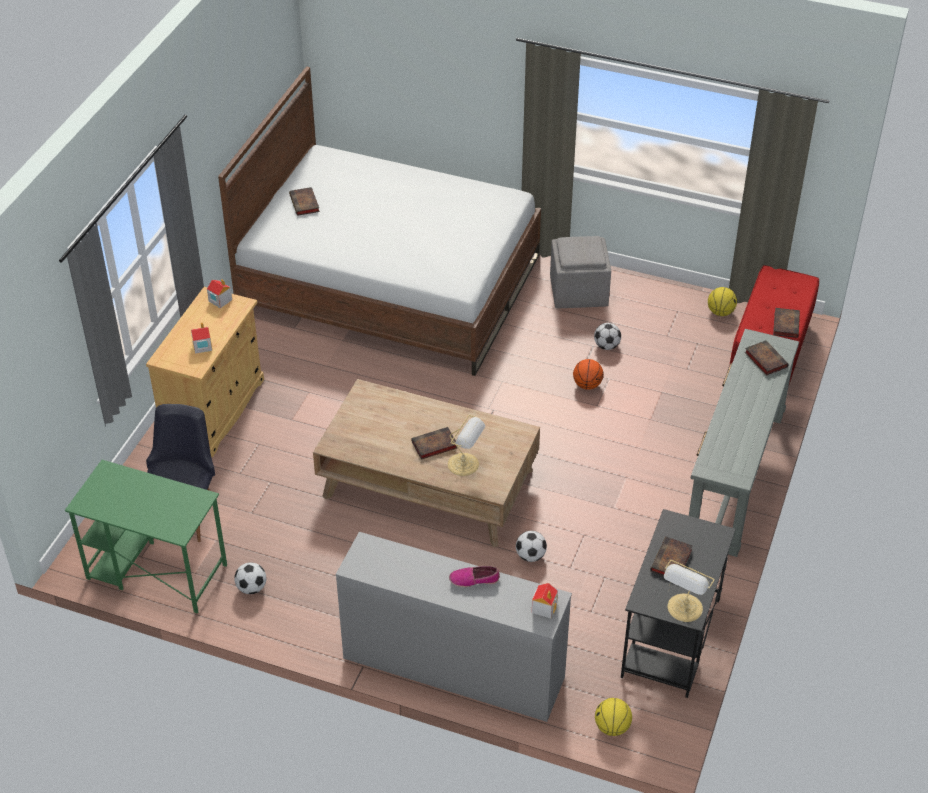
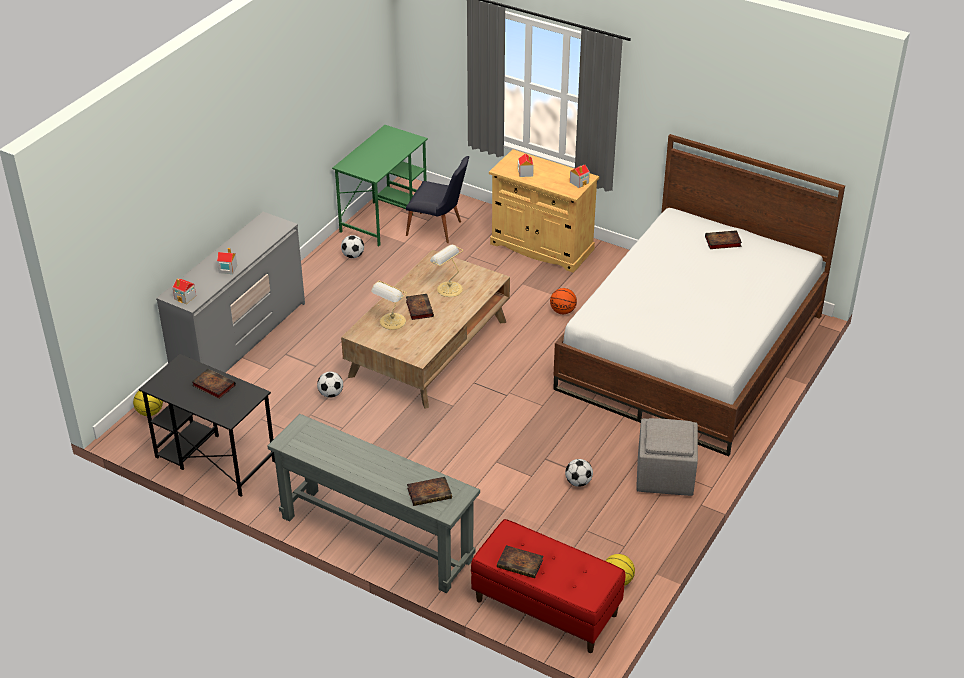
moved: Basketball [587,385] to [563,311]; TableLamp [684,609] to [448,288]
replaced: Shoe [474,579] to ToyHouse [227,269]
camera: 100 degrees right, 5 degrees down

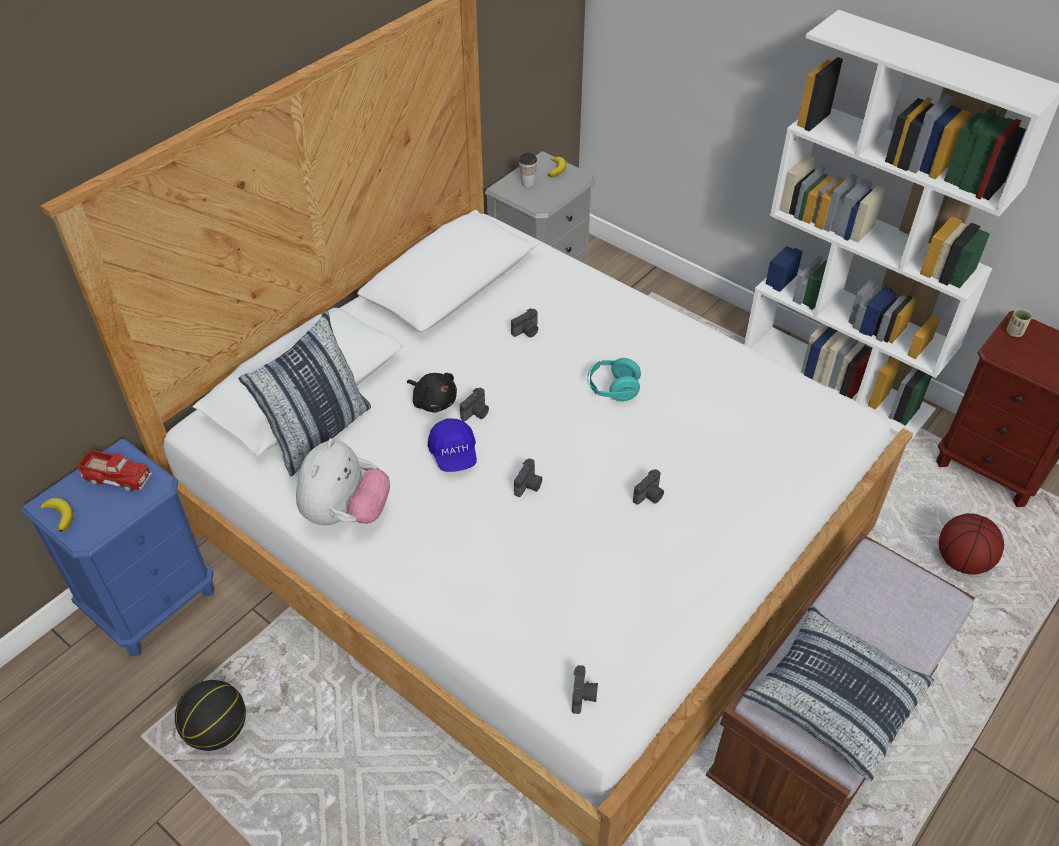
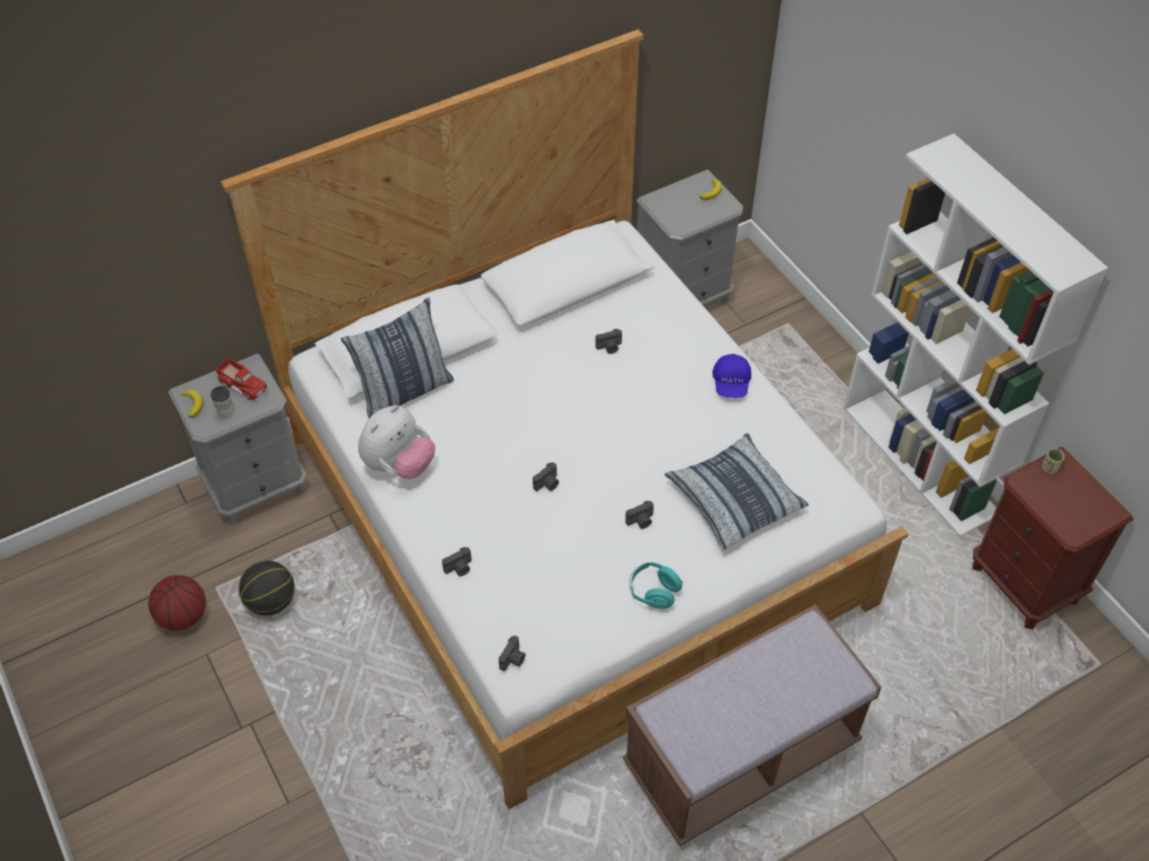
removed: BlackPlushToy [433,401]
moved: BlueCap [454,454] to [731,383]; PhotoCamera [476,413] to [459,568]; Cup [528,183] to [226,413]; TurquoiseHeadphones [613,389] to [653,592]; Pillow [834,698] to [734,498]; Basketball [962,561] to [183,616]
recoloured: BlueNightstand [152,602] to GreyNightstand [256,485]
camera: 20 degrees right, 5 degrees up

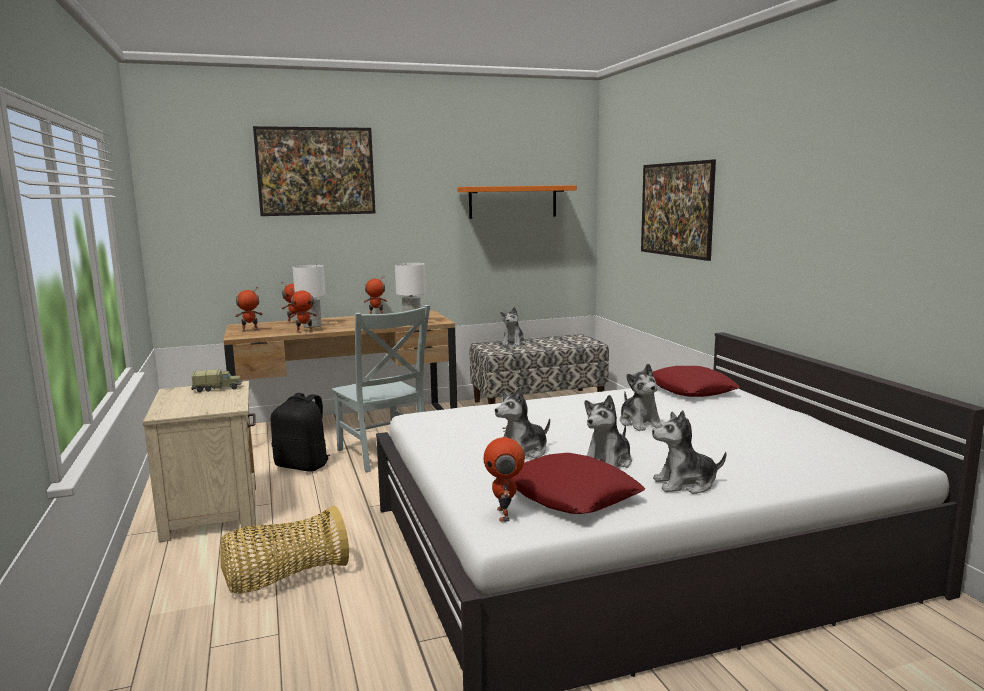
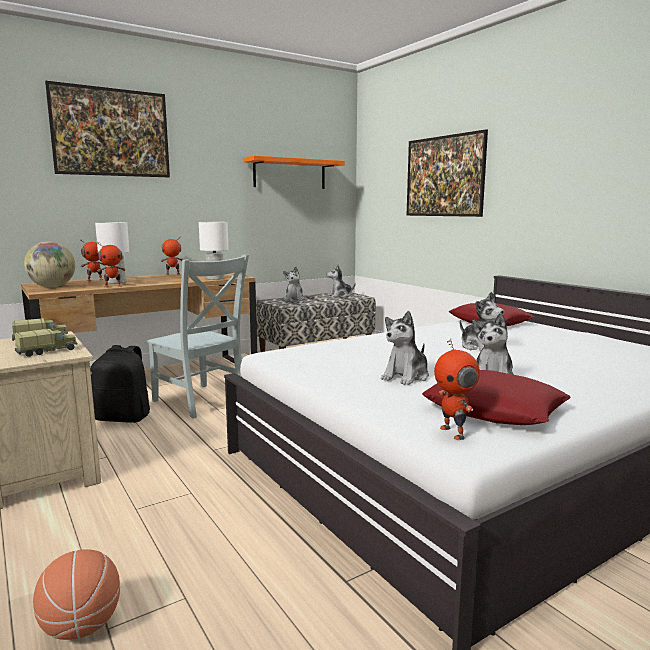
removed: Basket [285,578]
added: ToyTruck [47,351]; Basketball [81,626]
moved: PlushToy [685,484] to [340,296]
replaced: ToyRobot [250,331] to Globe [52,287]
camera: 15 degrees left, 0 degrees up

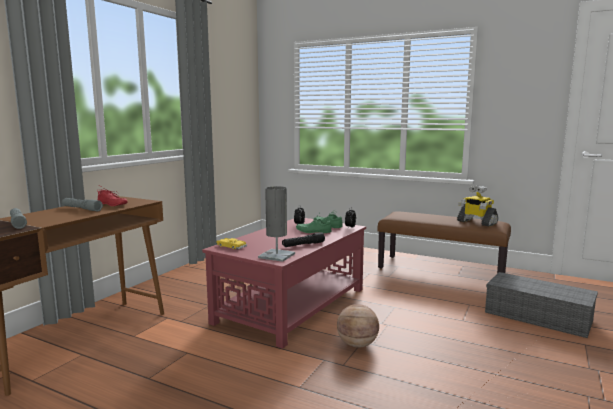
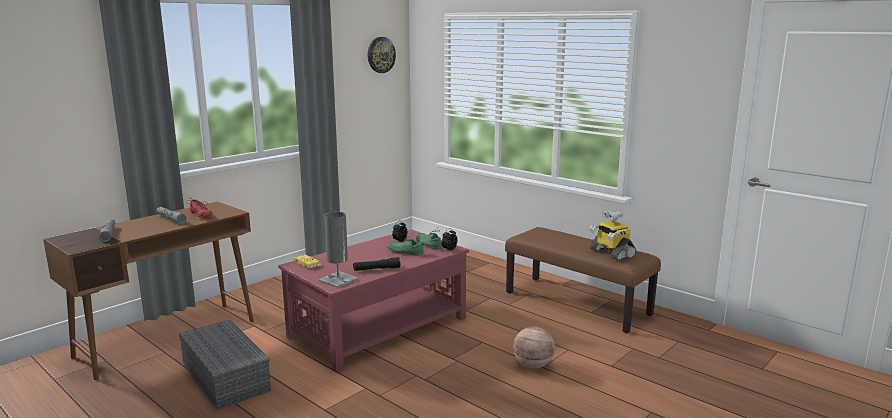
added: WallClock [381,55]
moved: Basketball [357,344] to [533,365]; GreyStorageBox [536,316] to [223,376]
camera: 15 degrees right, 5 degrees up

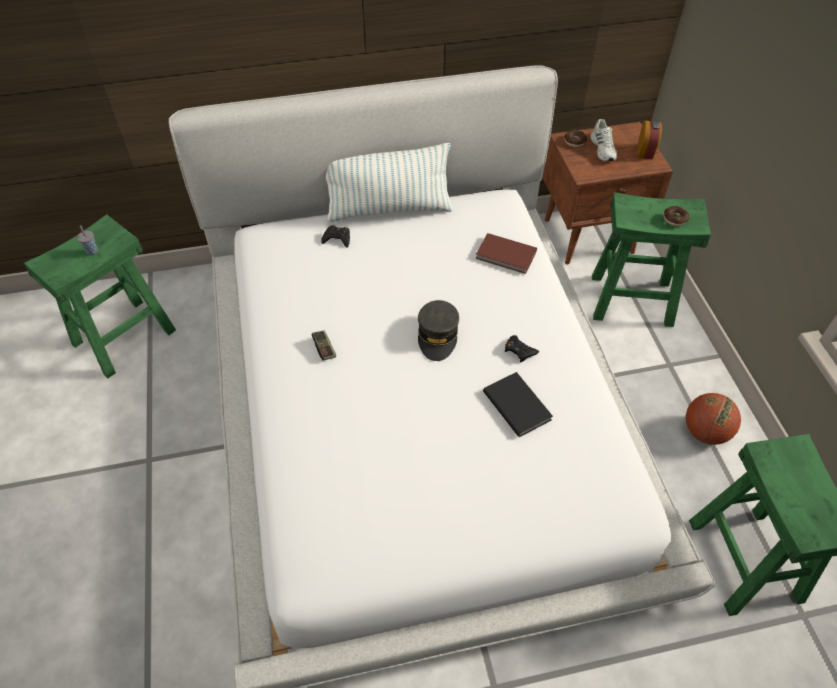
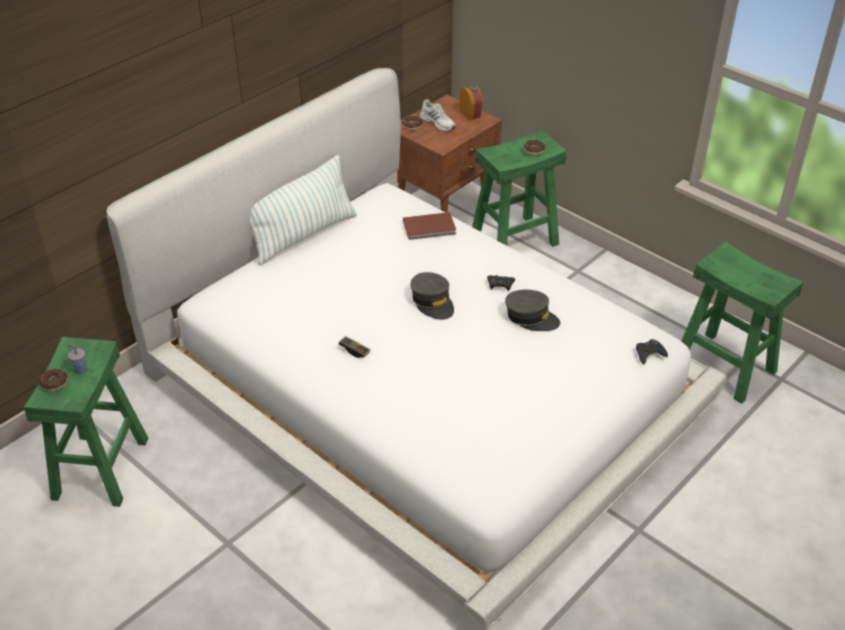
removed: Basketball [705,432]
added: Donut [54,383]
moved: BlackGameController [337,239] to [649,354]
replaced: BlackBook [517,404] to GreyCap [531,317]
camera: 35 degrees left, 10 degrees down

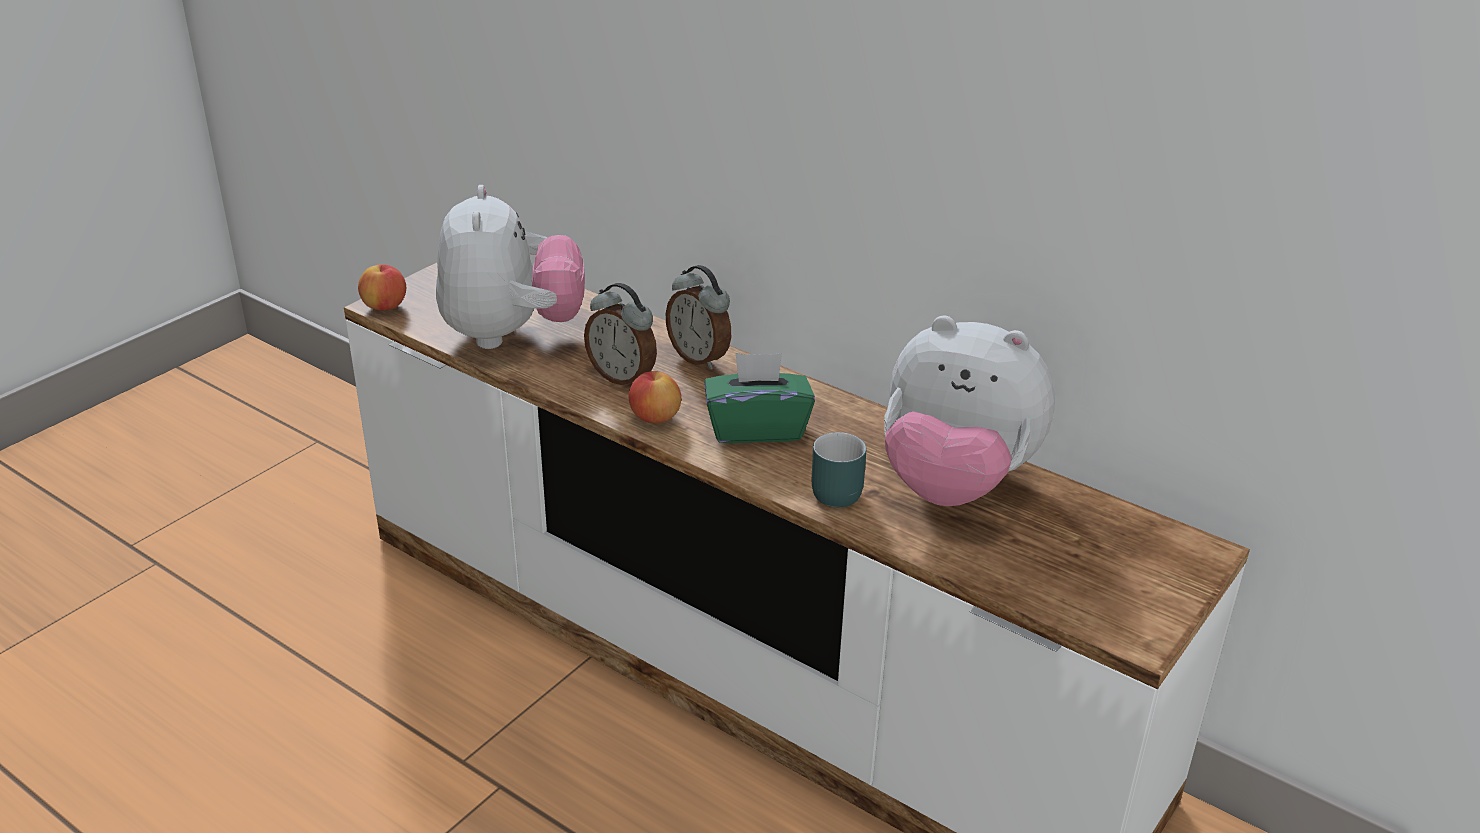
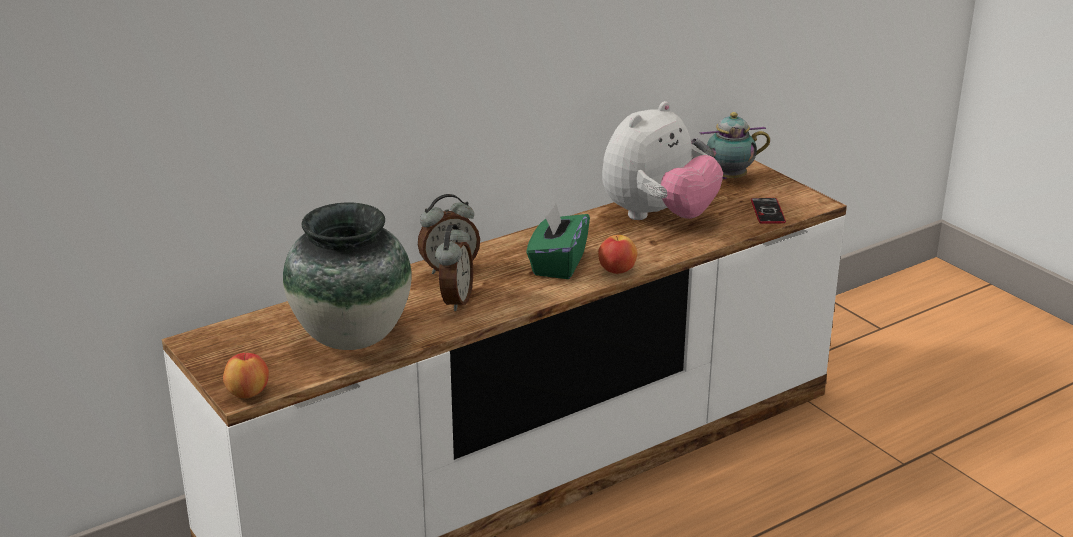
removed: TurquoiseMug [834,489]
added: Teapot [726,178]; Phone [767,212]
moved: Apple [654,418] to [617,270]
replaced: PlushToy [512,334] to Vase [350,338]
turned: AlarmClock [623,377] = [455,301] 45 degrees counterclockwise
camera: 70 degrees left, 5 degrees down

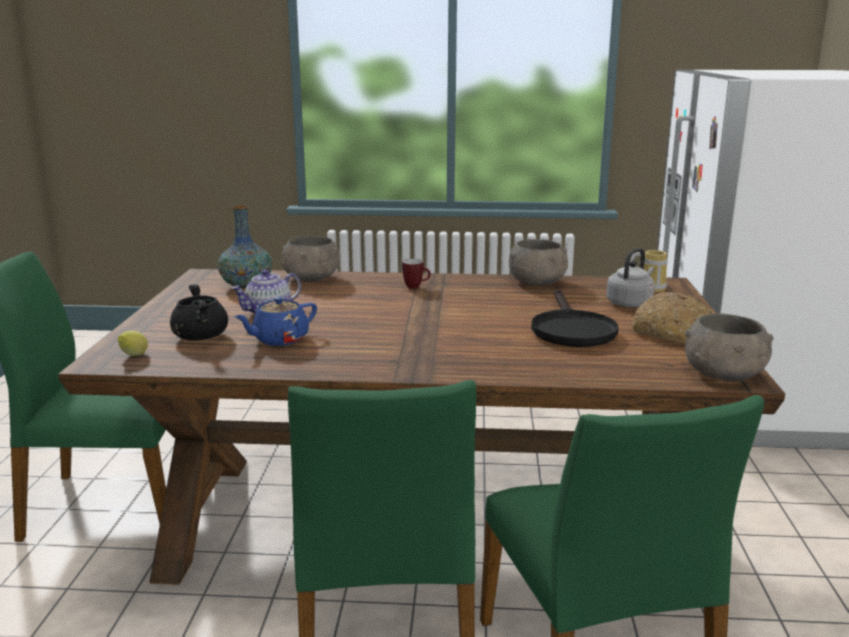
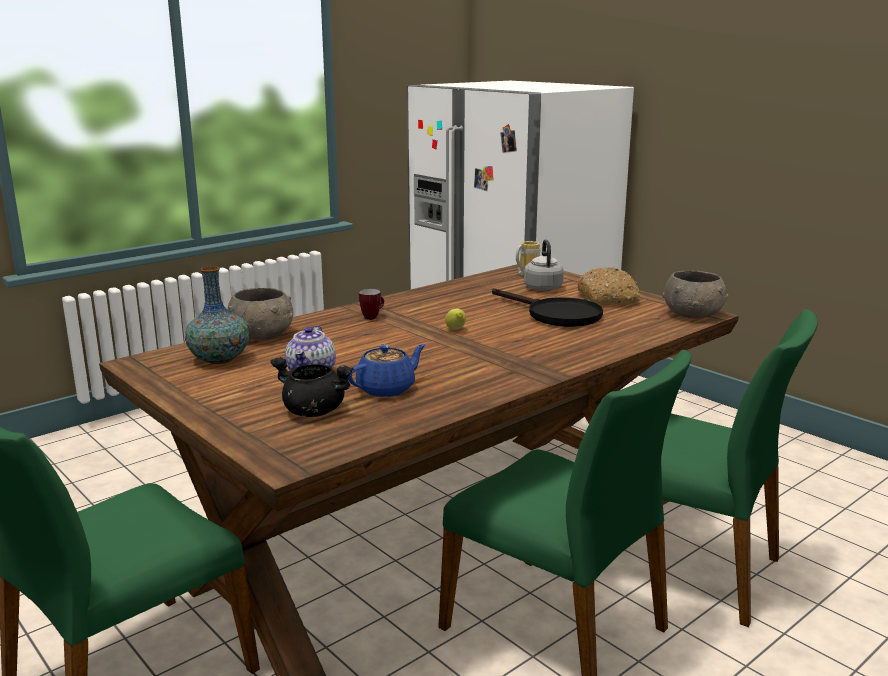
removed: GreyBowl [537,282]
moved: Lemon [133,356] to [456,330]
turned: BlueTeapot [279,339] = [387,389] 135 degrees counterclockwise
camera: 45 degrees left, 0 degrees up

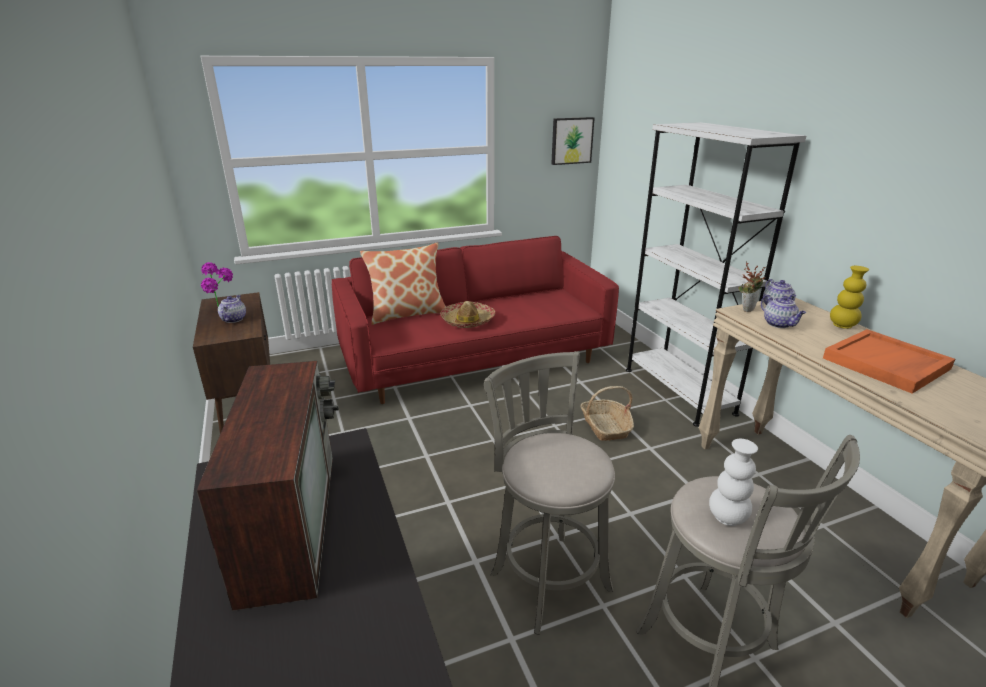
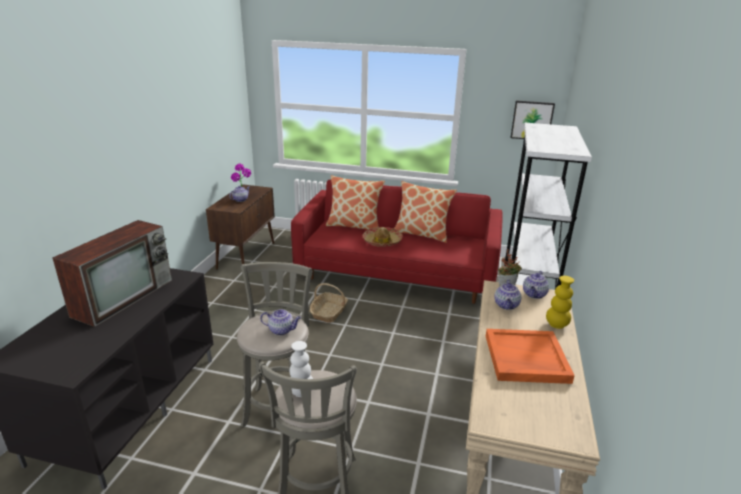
added: Teapot [282,330]; Pillow [422,234]
moved: Basket [605,427] to [329,312]
camera: 35 degrees right, 0 degrees up

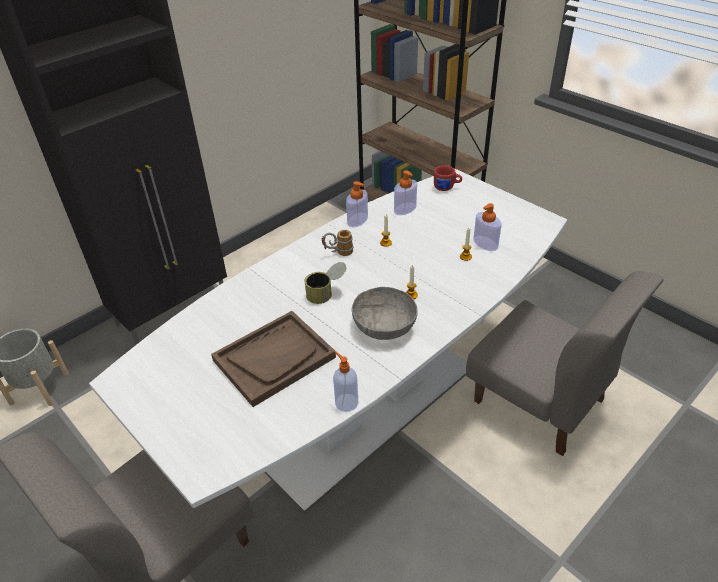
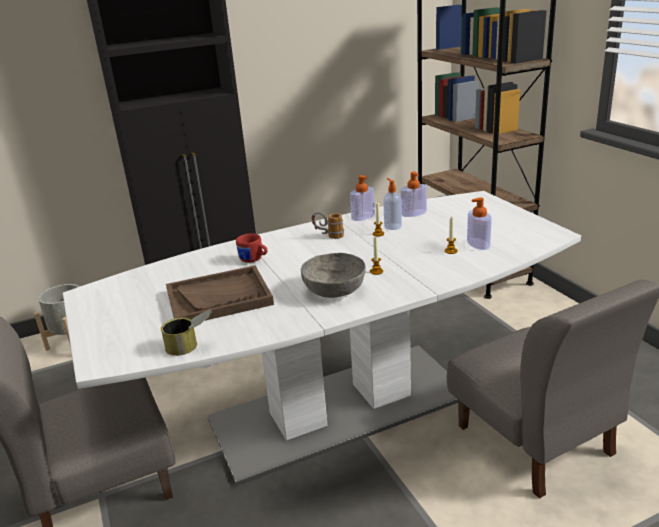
moved: Can [326,293] to [191,346]; SoapDispenser [346,402] to [392,226]; RedMug [447,187] to [254,260]
camera: 20 degrees right, 15 degrees down

